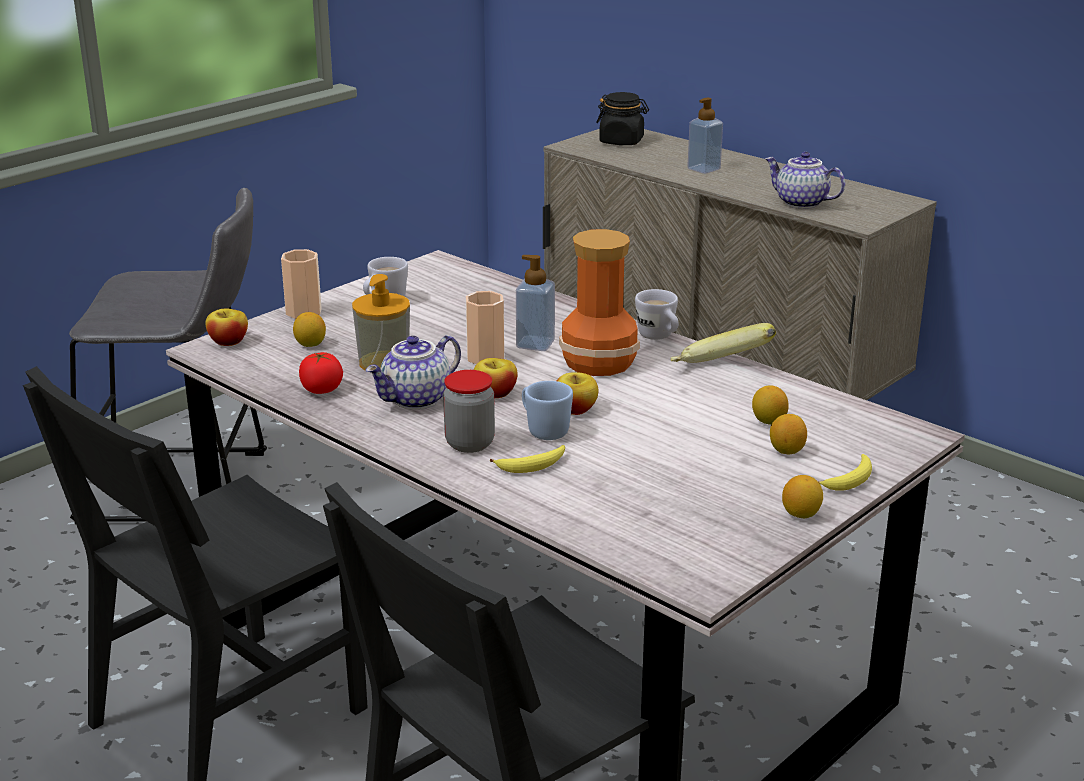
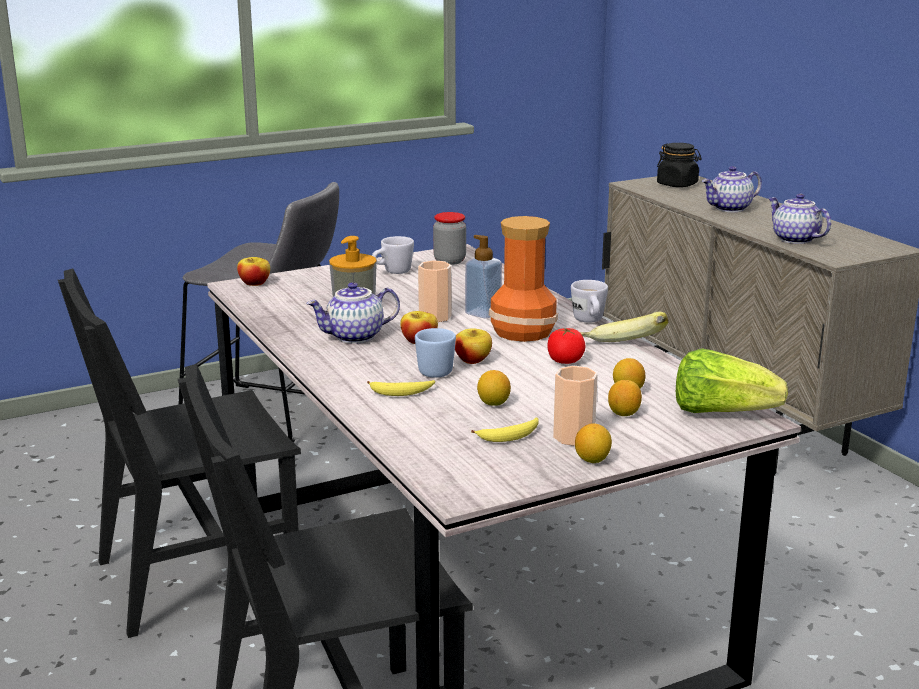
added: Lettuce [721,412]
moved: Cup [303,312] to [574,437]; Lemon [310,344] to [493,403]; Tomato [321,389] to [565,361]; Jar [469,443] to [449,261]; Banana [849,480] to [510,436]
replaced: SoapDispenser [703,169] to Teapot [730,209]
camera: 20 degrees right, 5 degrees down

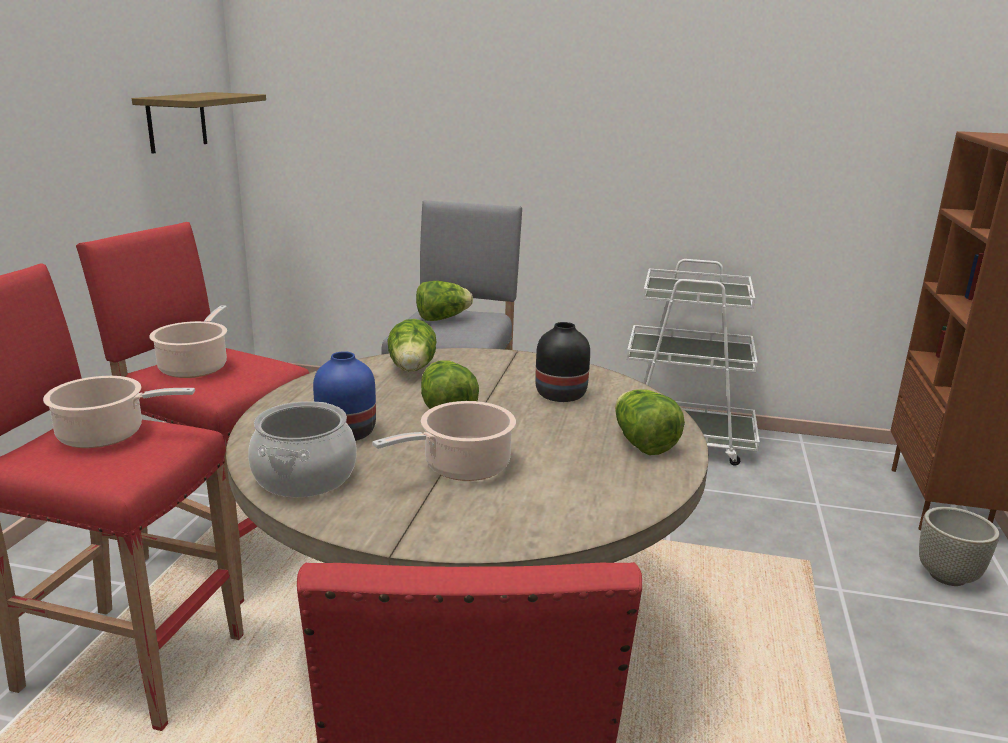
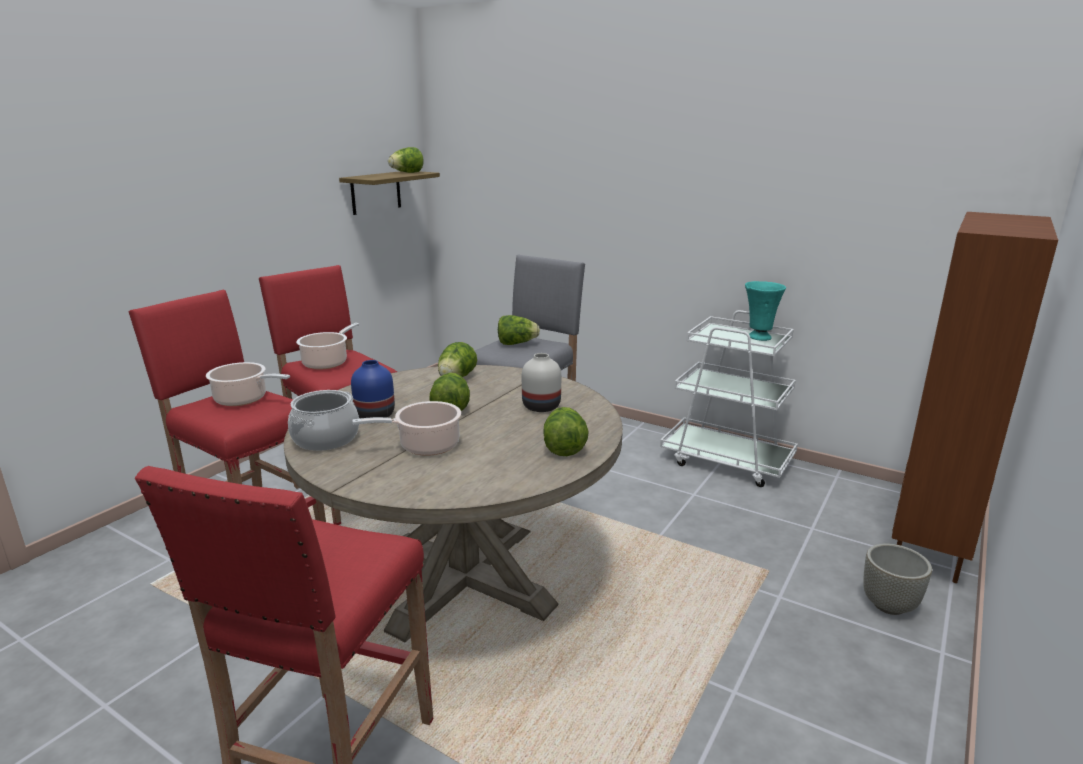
added: Lettuce [407,173]; TurquoiseVase [759,337]
recoloured: BlackVase [559,394] to WhiteVase [540,406]
camera: 20 degrees right, 0 degrees up

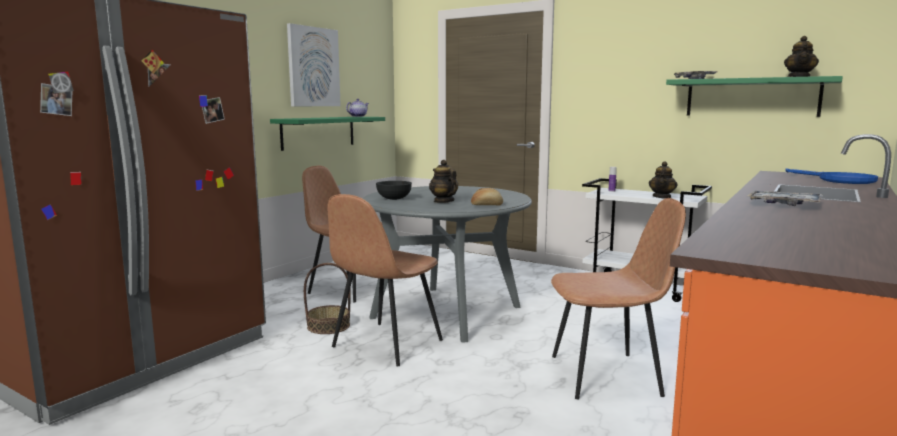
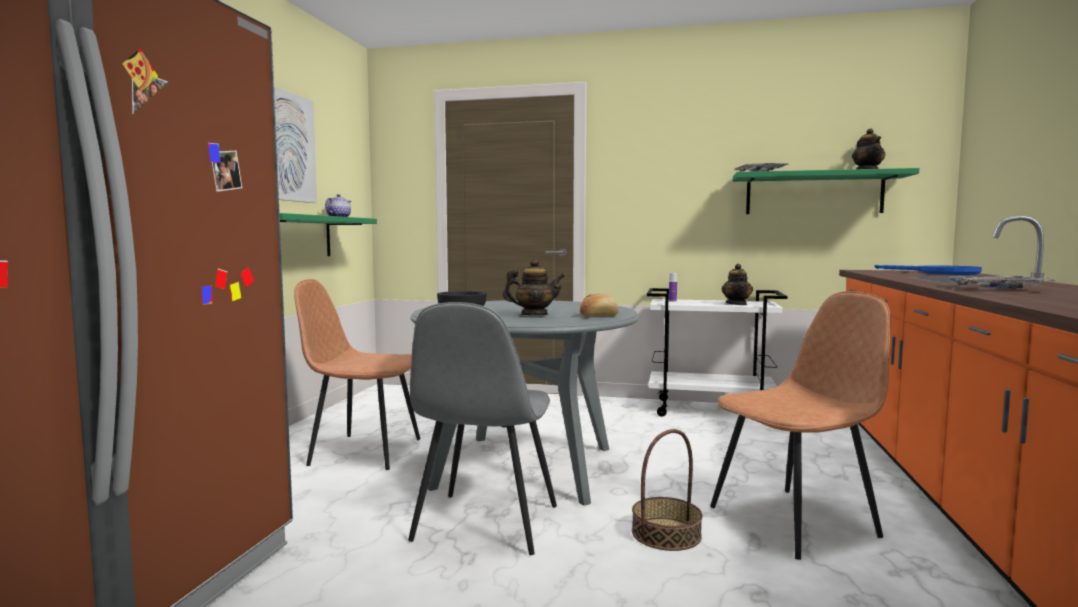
moved: Basket [328,326] to [666,533]
recoloured: BrownChair [385,344] to GreyChair [485,525]
turned: Teapot [443,201] = [534,315] 135 degrees clockwise
camera: 20 degrees left, 5 degrees down

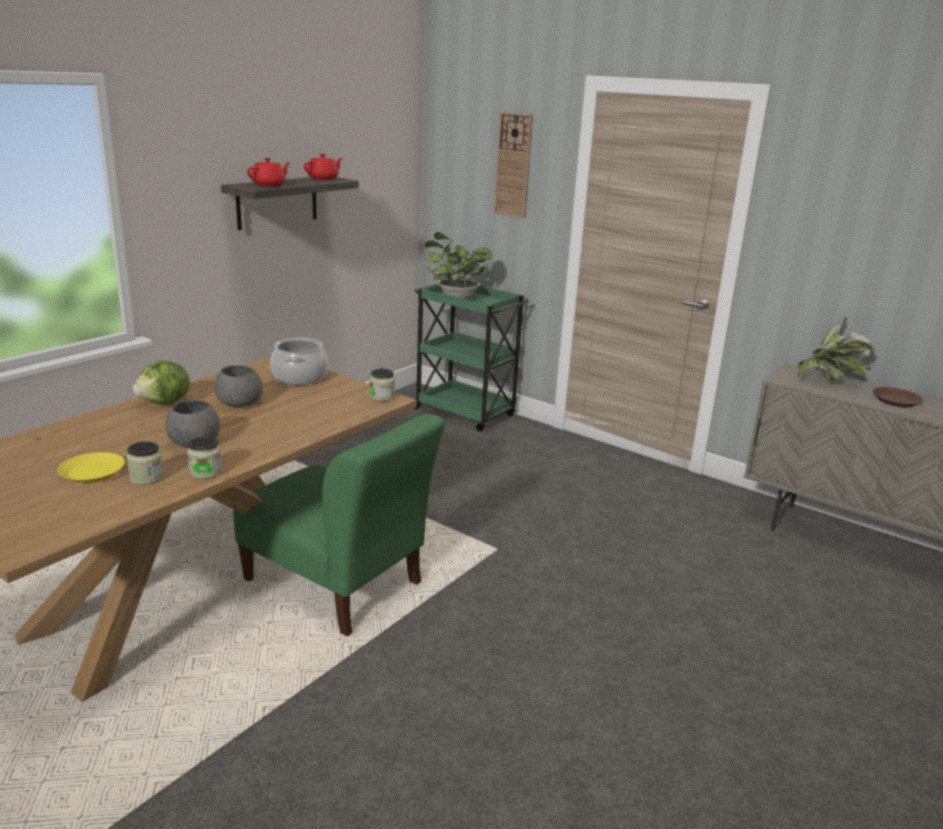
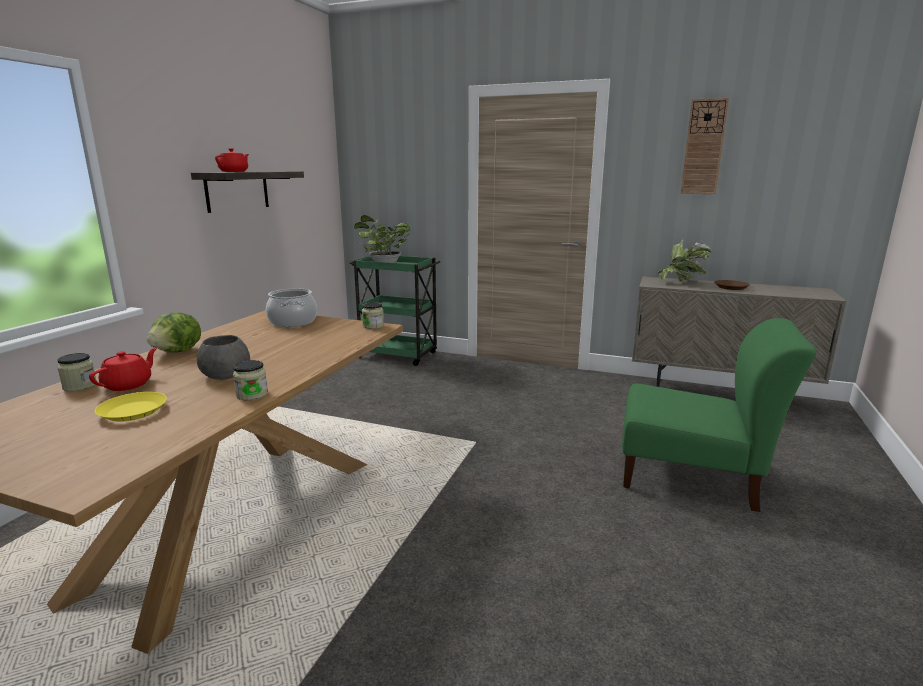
removed: GreyBowl [238,402]
moved: Jar [146,477] to [80,386]; GreenChair [338,585] to [694,477]; RedTeapot [324,179] to [128,385]; WallClock [513,165] to [703,147]
camera: 15 degrees left, 5 degrees down

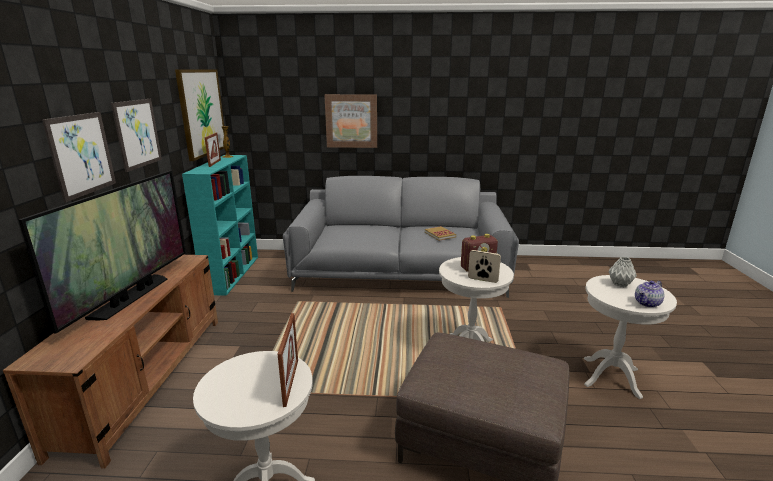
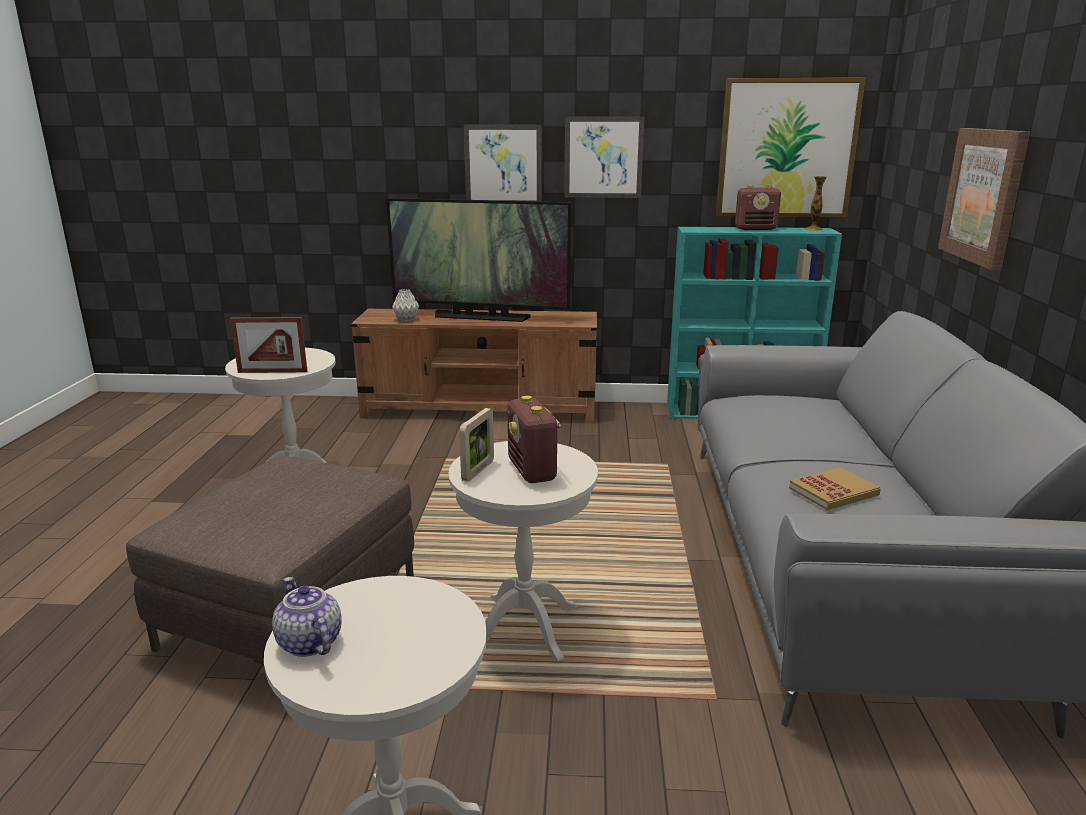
moved: GreyVase [620,284] to [406,320]
replaced: PictureFrame [214,163] to Radio [756,229]
camera: 90 degrees right, 0 degrees up

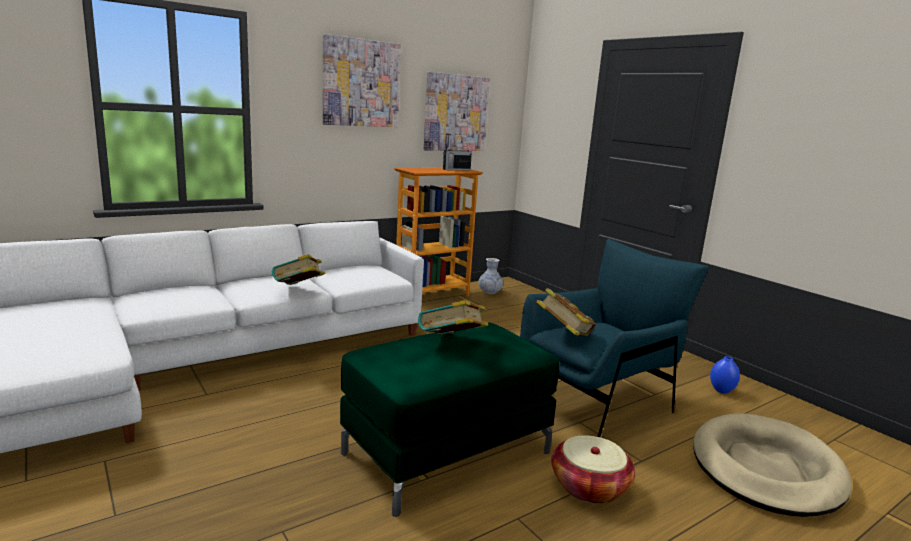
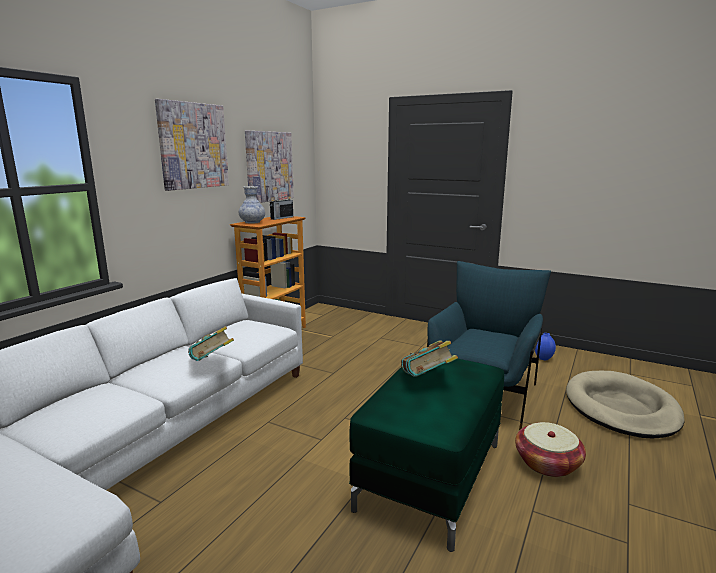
removed: Book [563,334]
moved: Vase [490,291] to [252,222]
camera: 25 degrees left, 0 degrees up

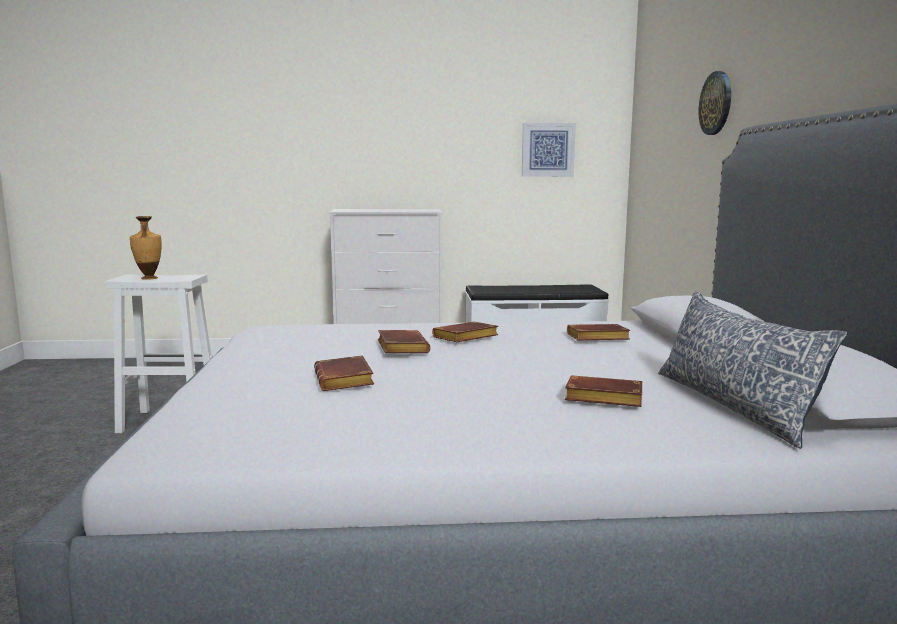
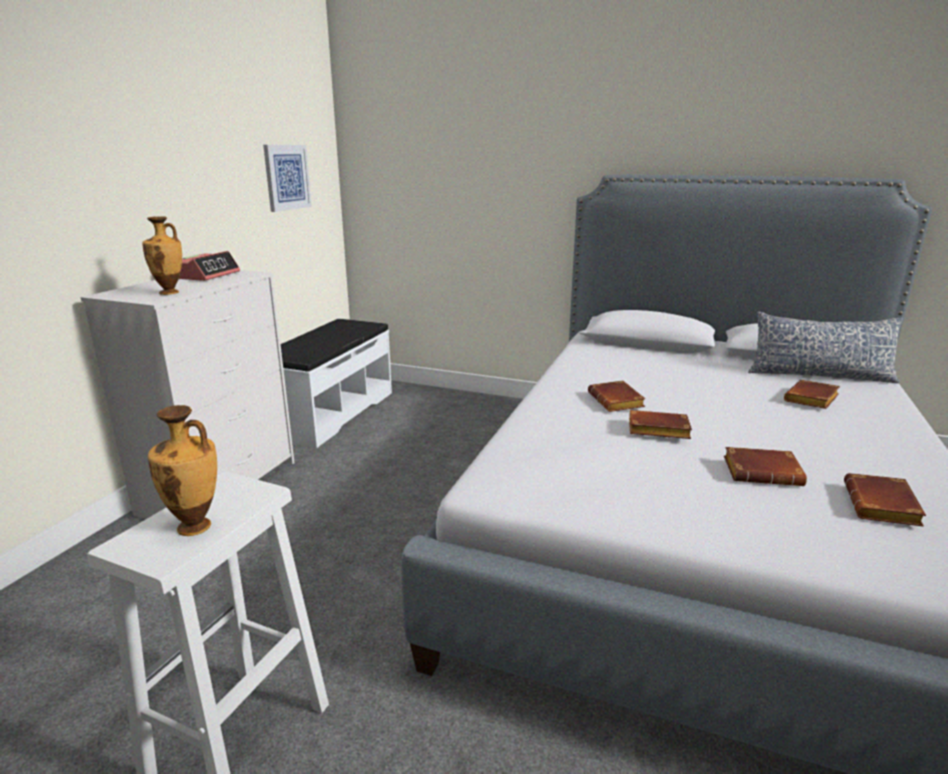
removed: WallClock [716,103]
added: Vase [170,292]; AlarmClock [206,275]
moved: BrownBook [596,338] to [883,507]
camera: 65 degrees left, 10 degrees up

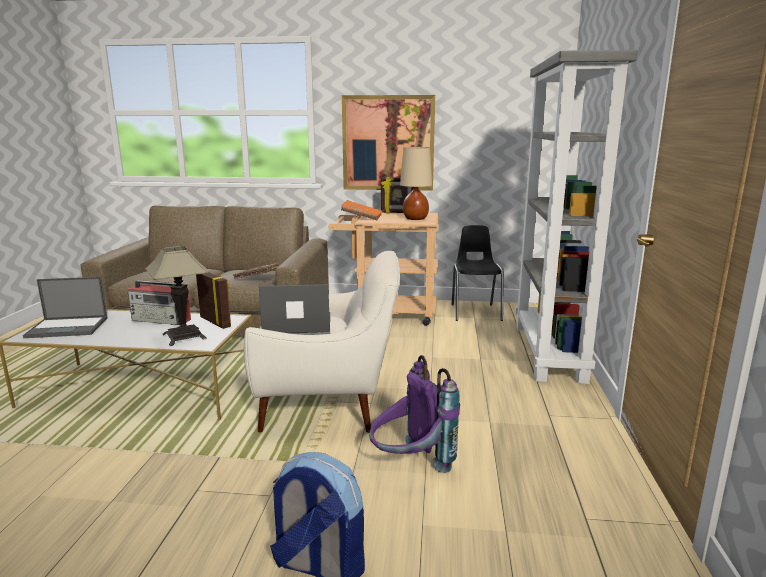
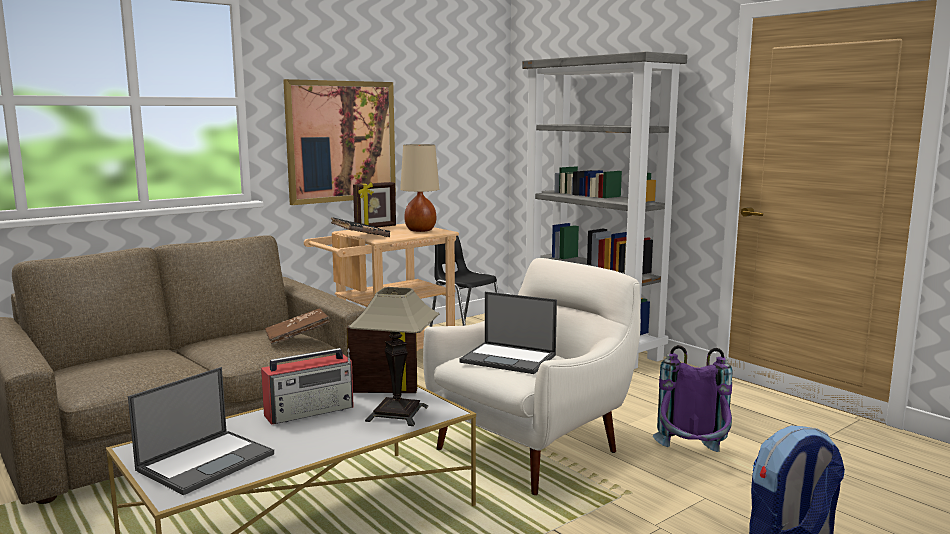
recoloured: OrangeBook [361,217] to BlackBook [361,237]
turned: Laptop [296,324] = [509,359] 105 degrees counterclockwise
camera: 45 degrees left, 5 degrees down

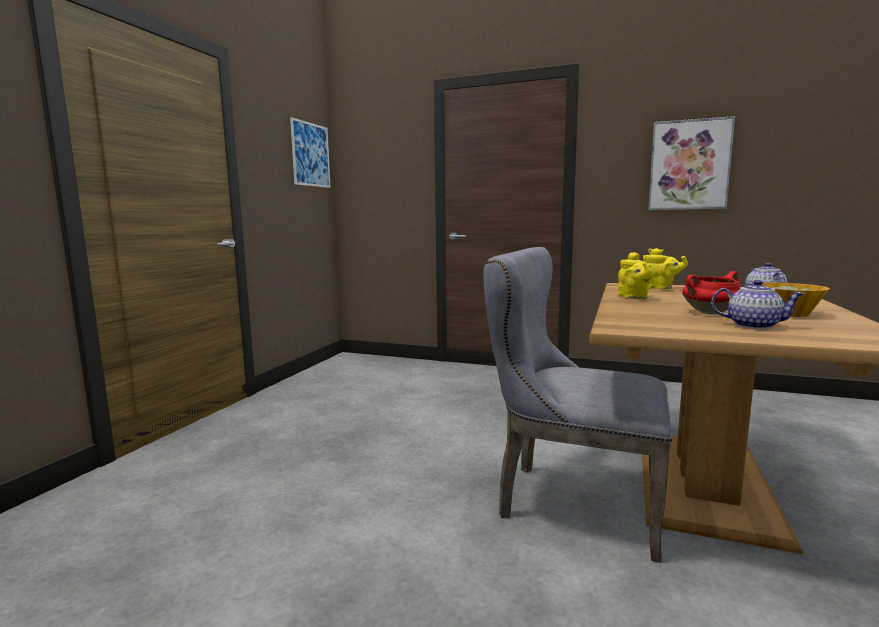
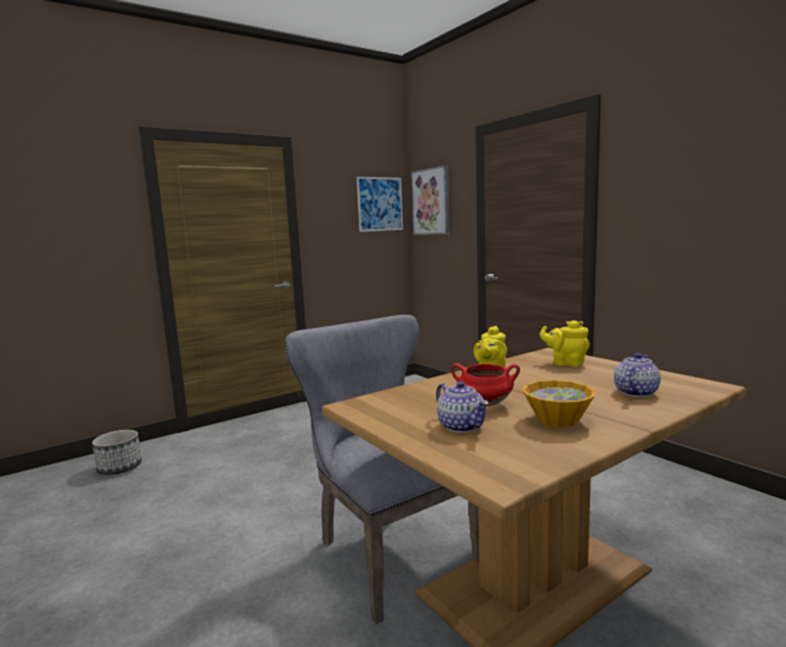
added: Planter [120,468]
moved: Picture [689,165] to [431,202]
turned: YellowTeapot [659,288] = [566,363] 135 degrees clockwise
camera: 35 degrees right, 0 degrees up

